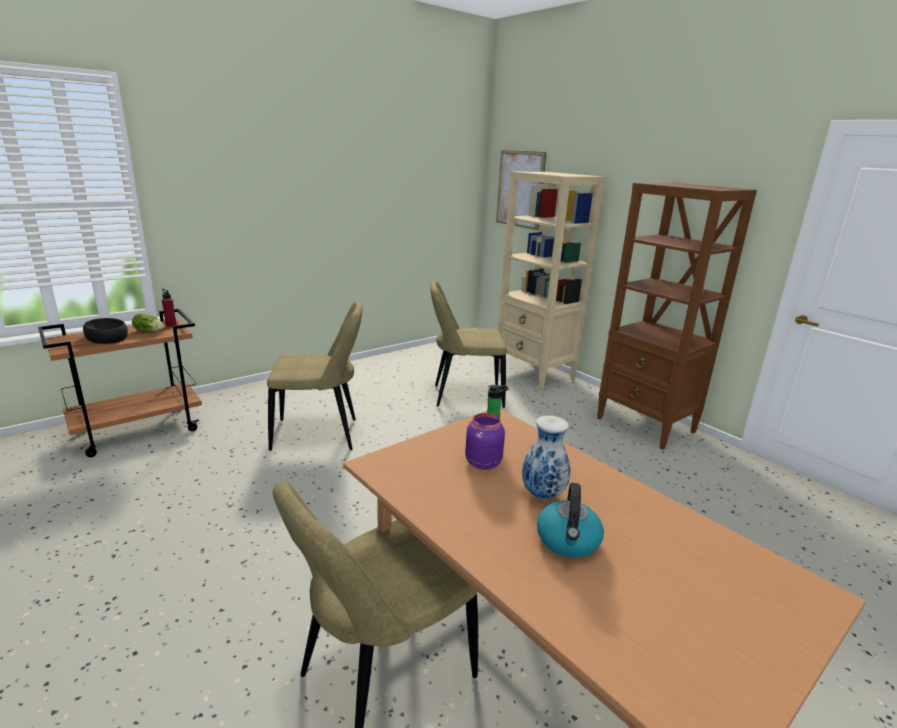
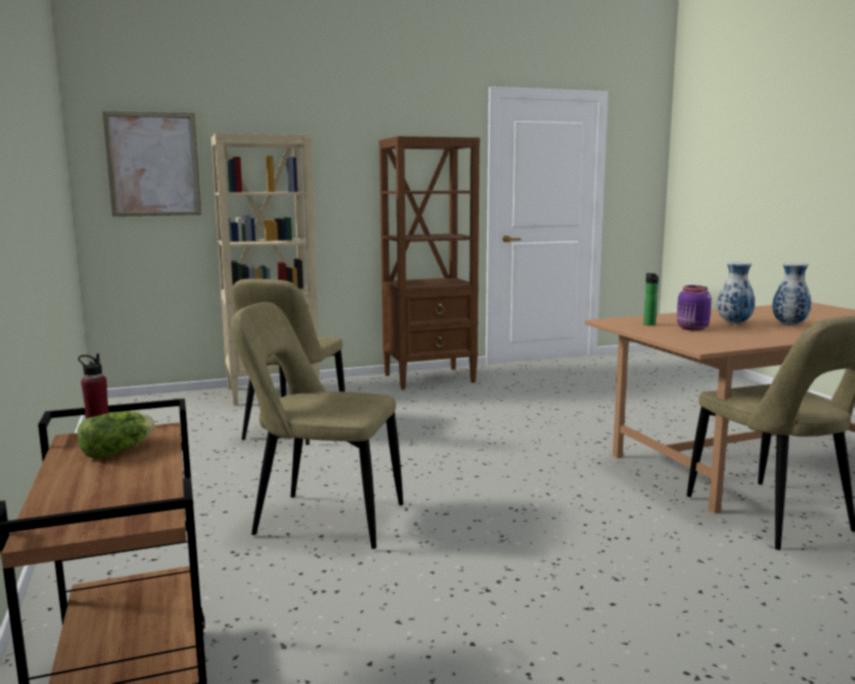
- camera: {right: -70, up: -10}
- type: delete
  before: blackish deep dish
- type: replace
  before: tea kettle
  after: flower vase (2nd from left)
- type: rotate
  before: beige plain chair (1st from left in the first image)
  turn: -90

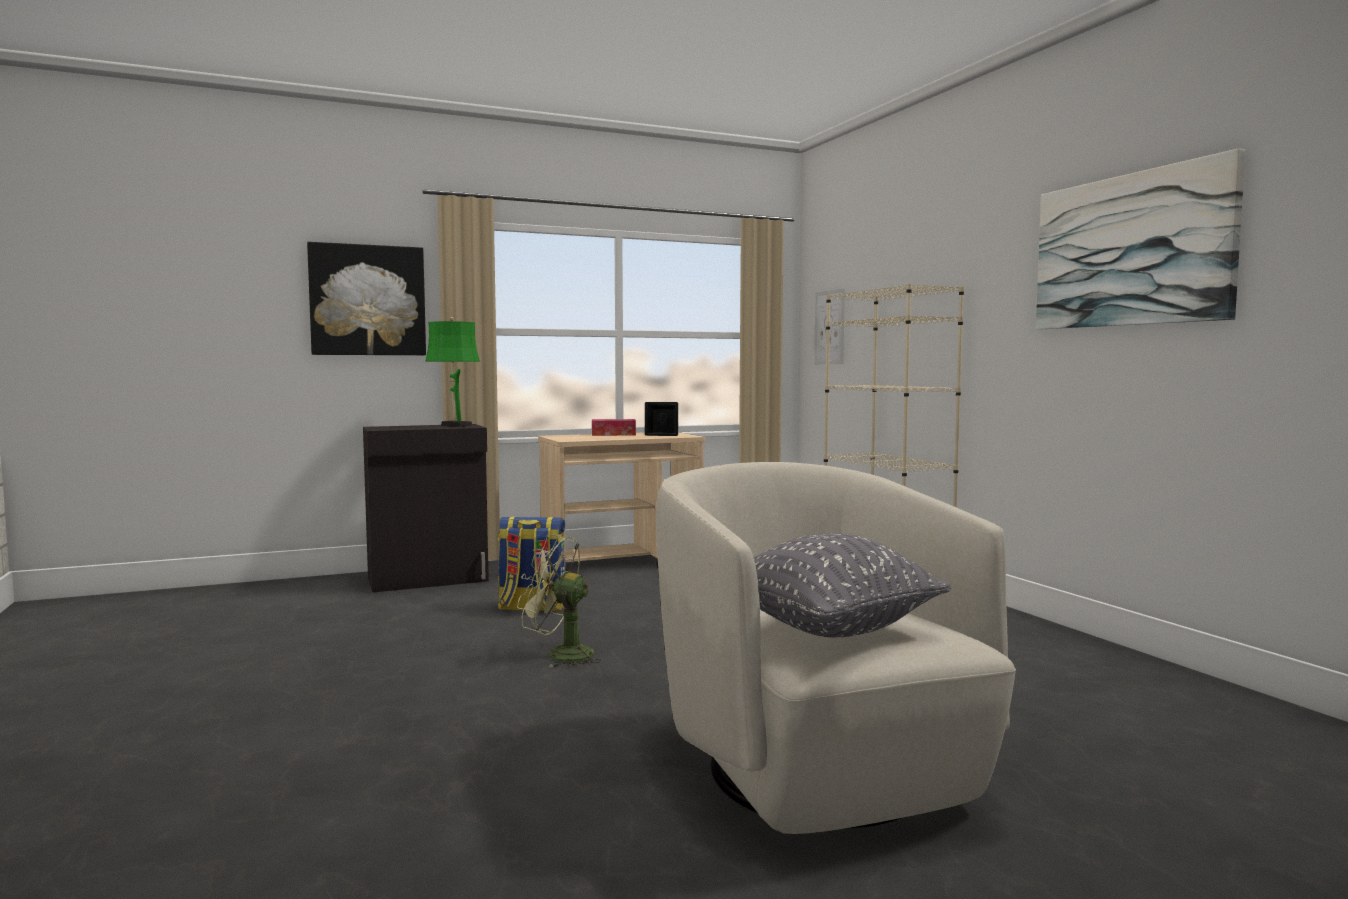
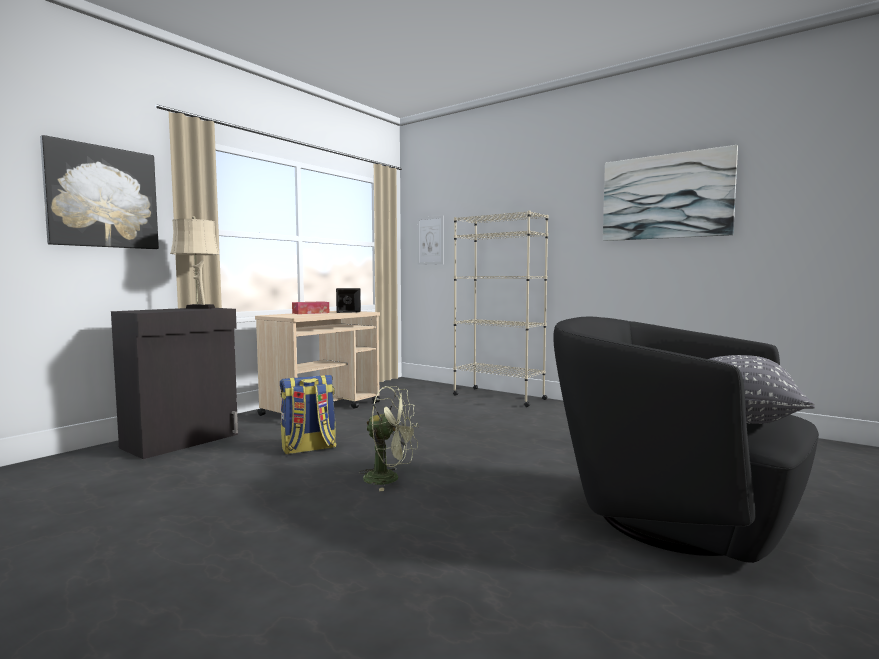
- camera: {right: -30, up: 0}
- type: recolor
  before: green lamp for a table
  after: beige lamp for a table
- type: recolor
  before: beige armchair
  after: blackish armchair
- type: rotate
  before: green electric fan
  turn: -150

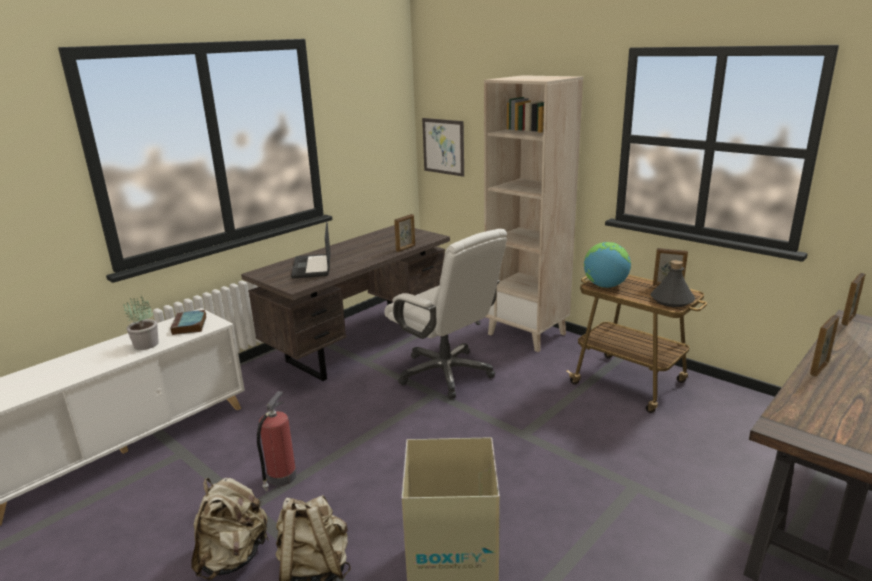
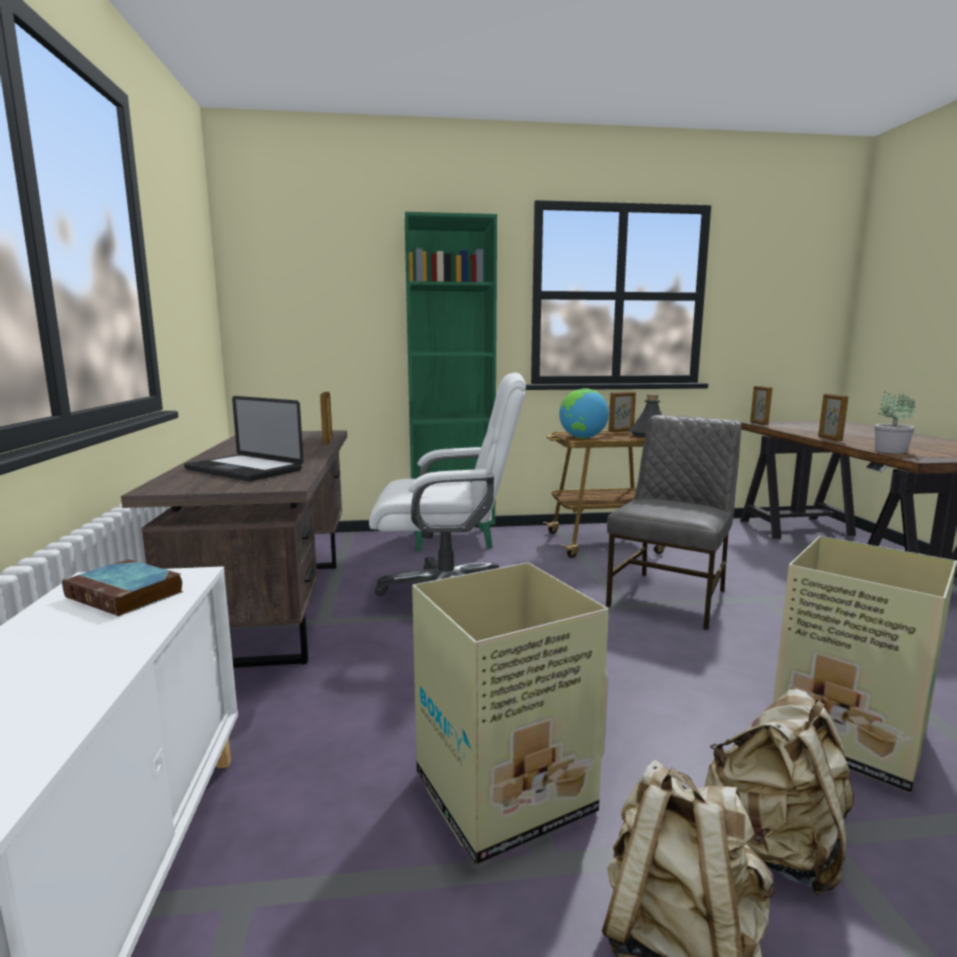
- camera: {right: -50, up: -10}
- type: delete
  before: picture
- type: insert
  after: grey plain chair
- type: move
  before: plant in a pot
- type: replace
  before: fire-fighting cylinder
  after: packing box (1st from left)
- type: recolor
  before: beige shelving unit
  after: green shelving unit

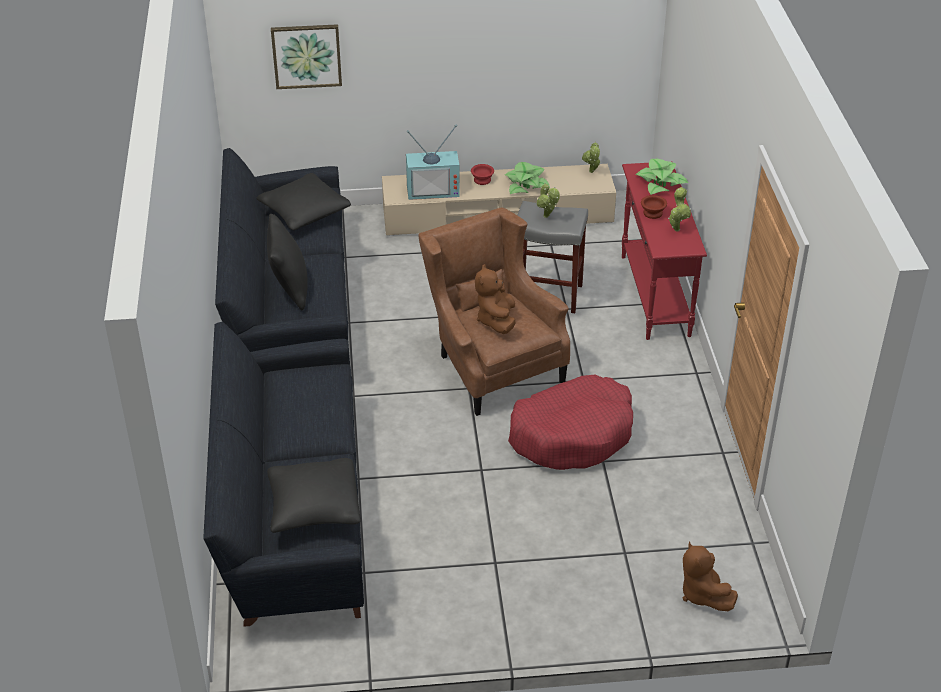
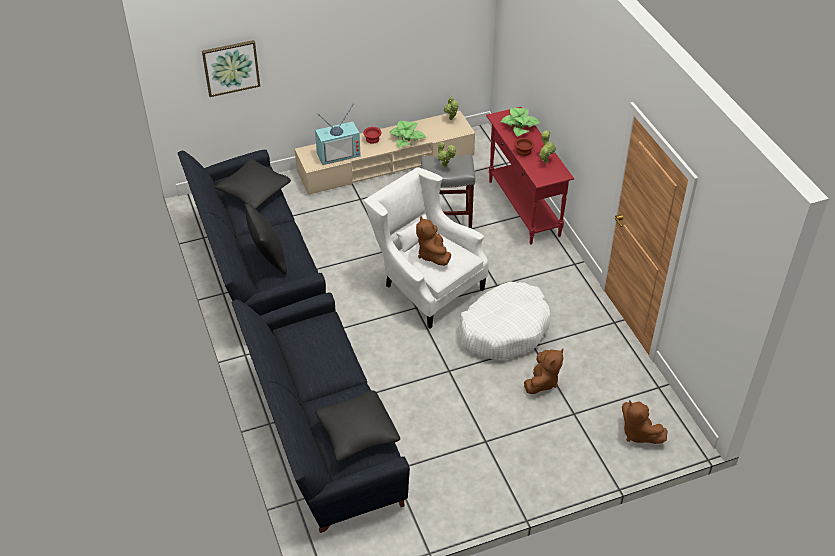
- camera: {right: -15, up: 5}
- type: insert
  after: brownish soft toy (2nd from left)
- type: recolor
  before: brownish armchair
  after: white armchair
- type: recolor
  before: red-coloured pet bed
  after: white pet bed

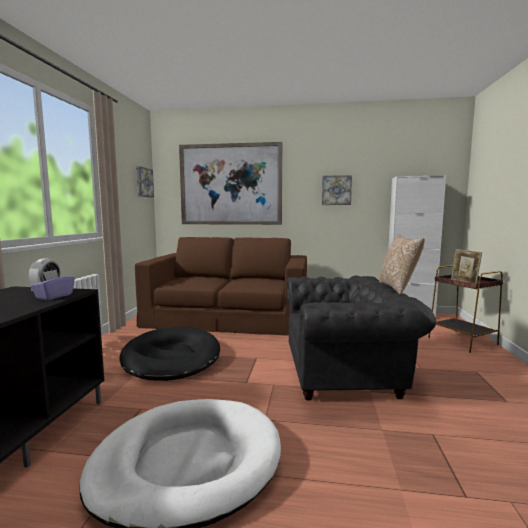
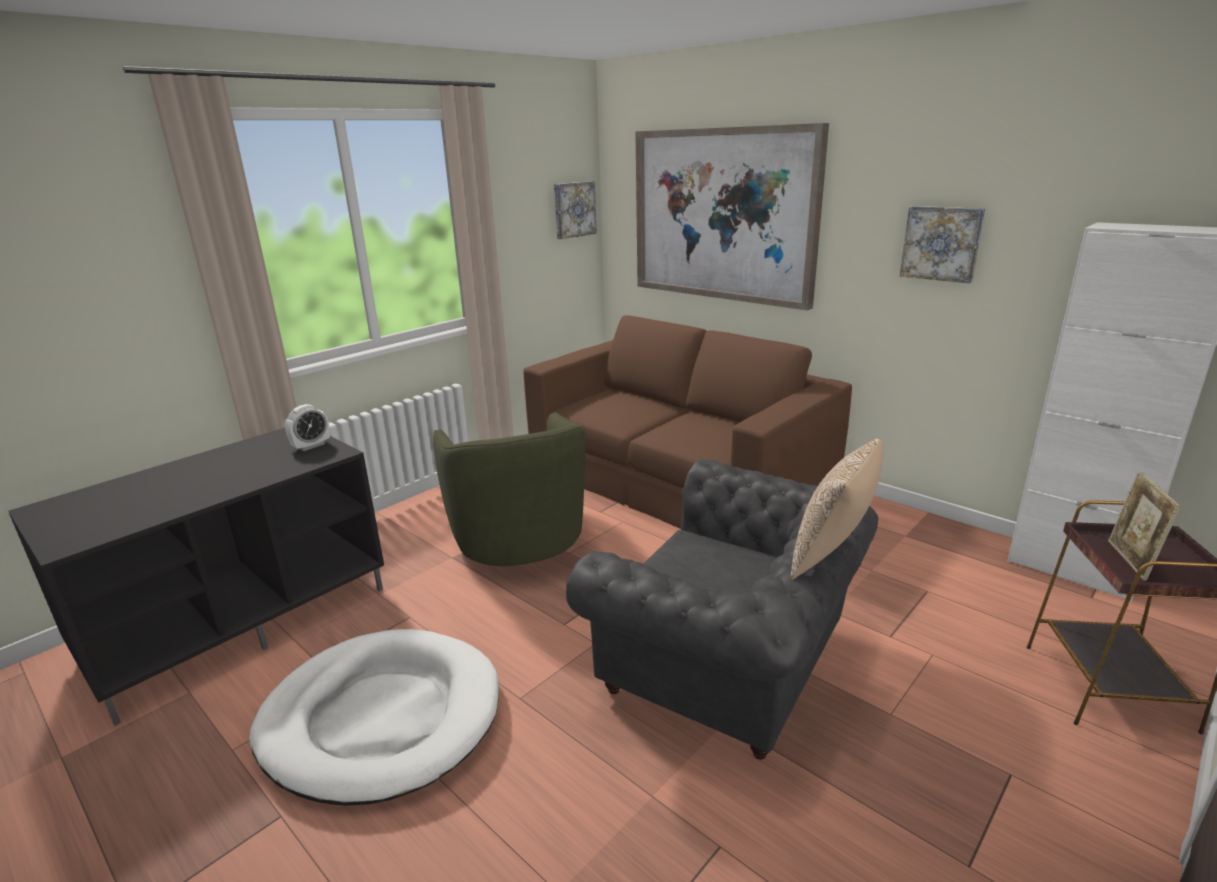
- camera: {right: 35, up: 15}
- type: delete
  before: purple-coloured tissue holder
- type: replace
  before: blackish pet bed
  after: green armchair

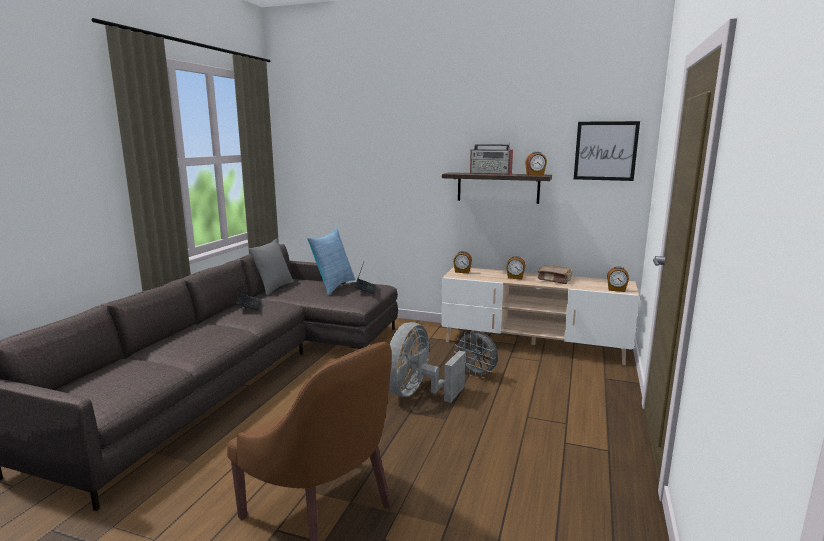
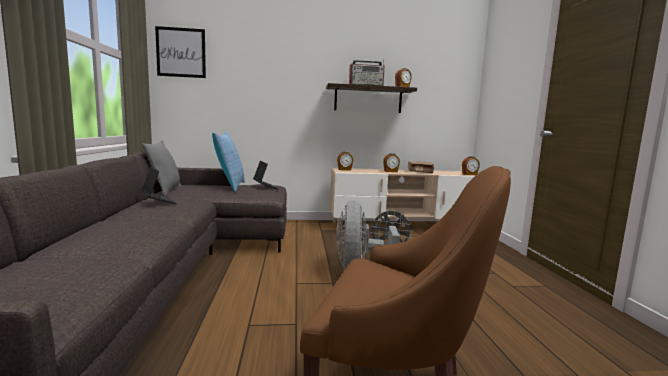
- camera: {right: -25, up: -5}
- type: move
  before: picture

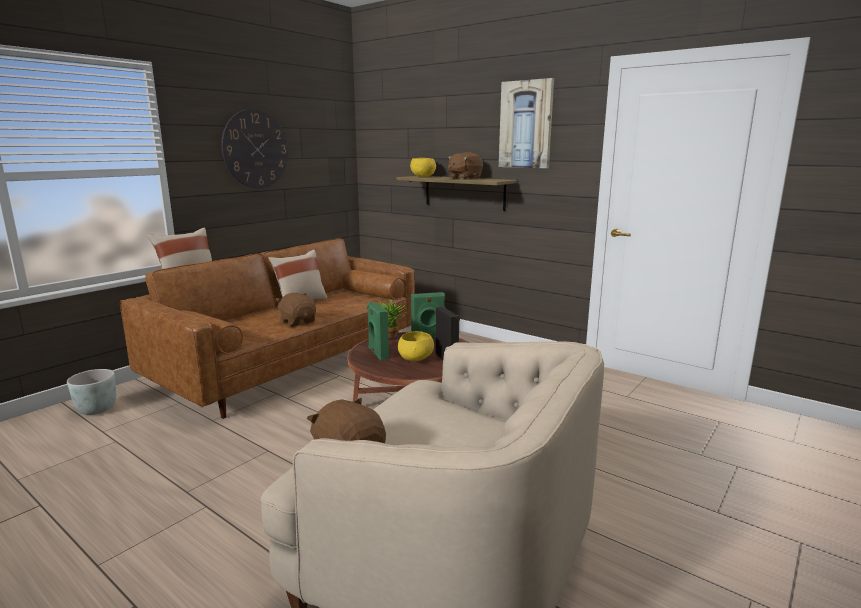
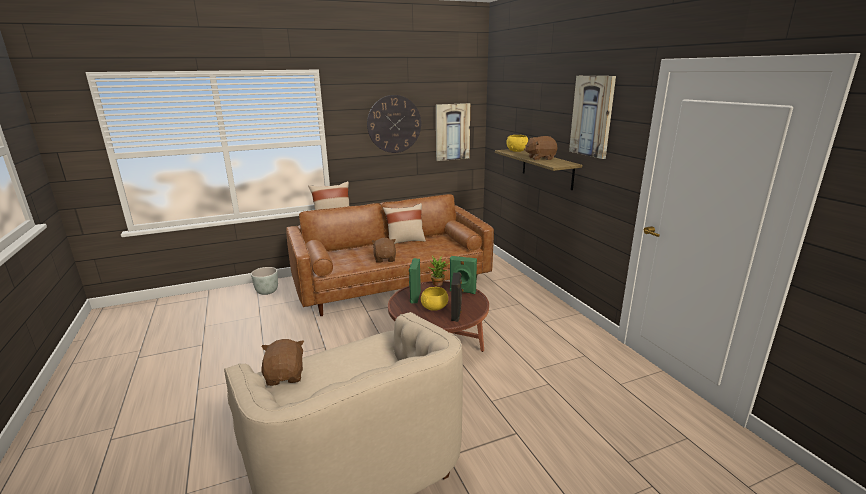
- camera: {right: 30, up: 5}
- type: insert
  after: picture (1st from left)

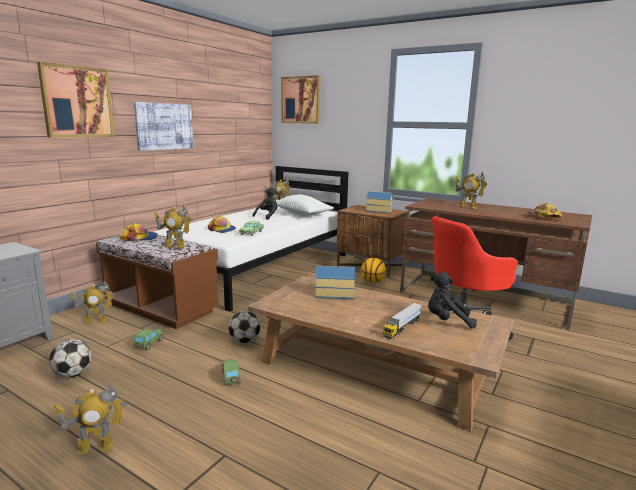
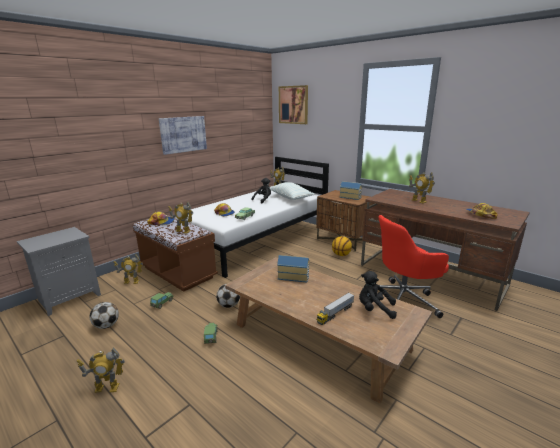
- camera: {right: 10, up: 5}
- type: delete
  before: picture (1st from left)

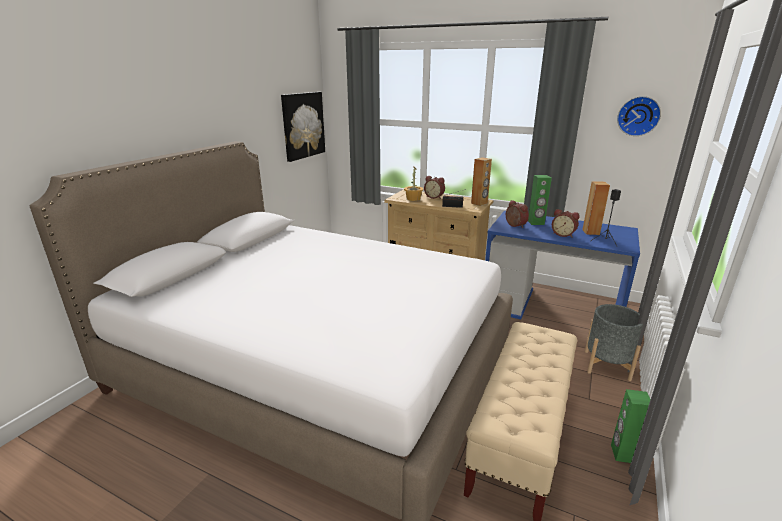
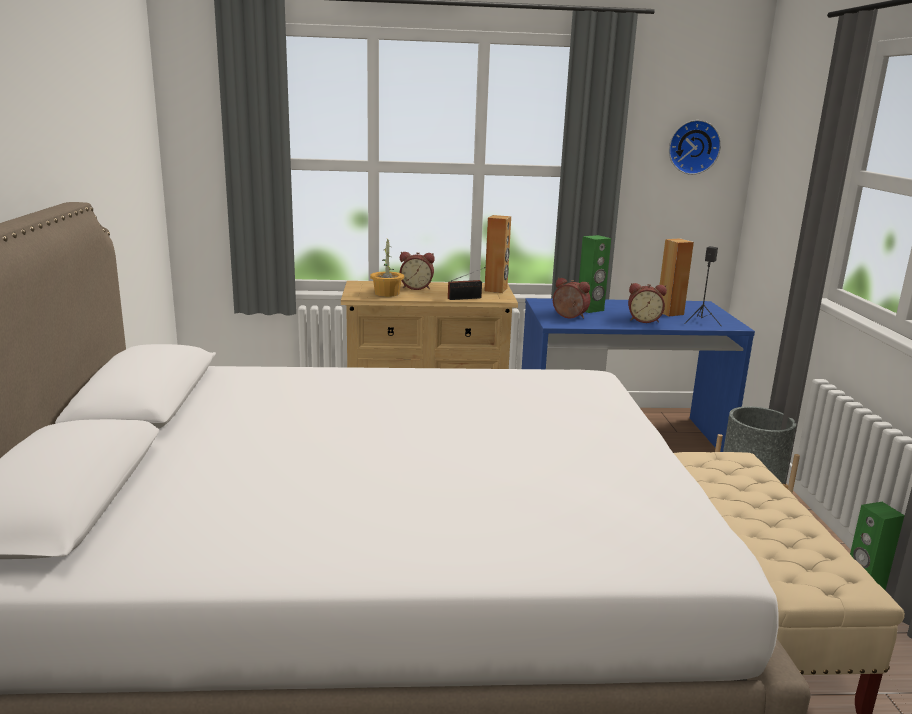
- camera: {right: -30, up: -5}
- type: delete
  before: picture

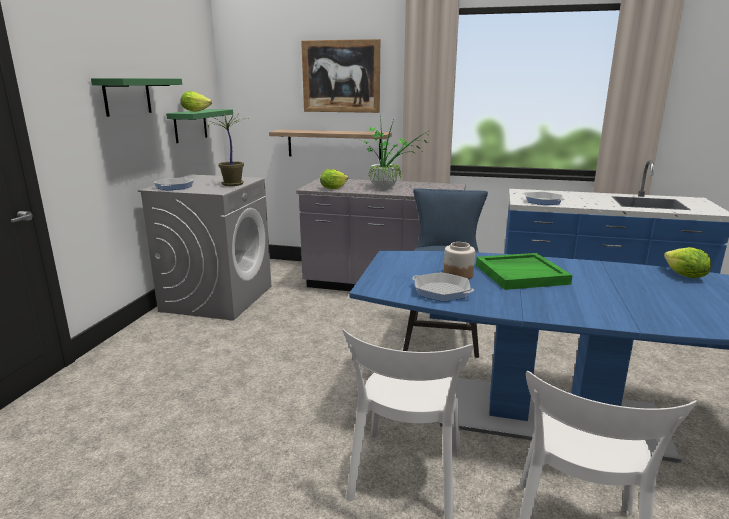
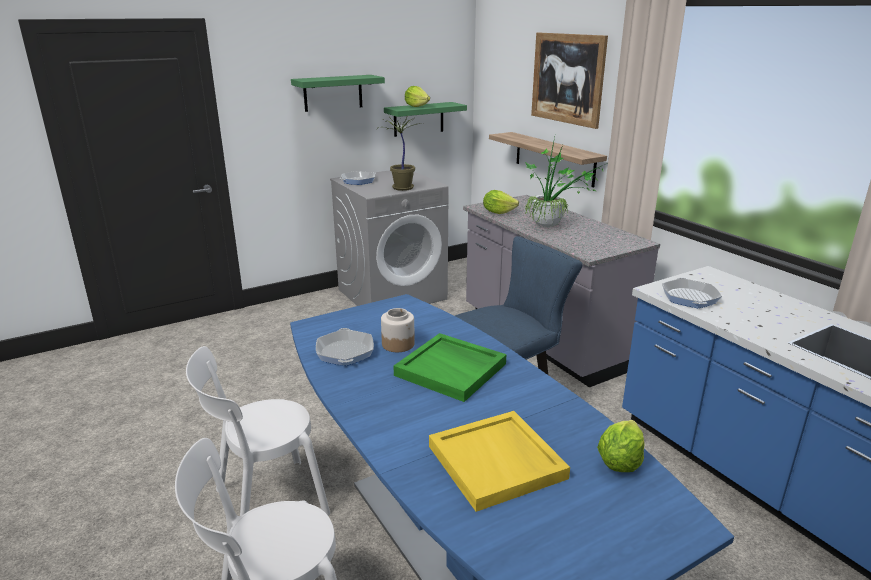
- camera: {right: 45, up: 5}
- type: insert
  after: yellow carrying tray

